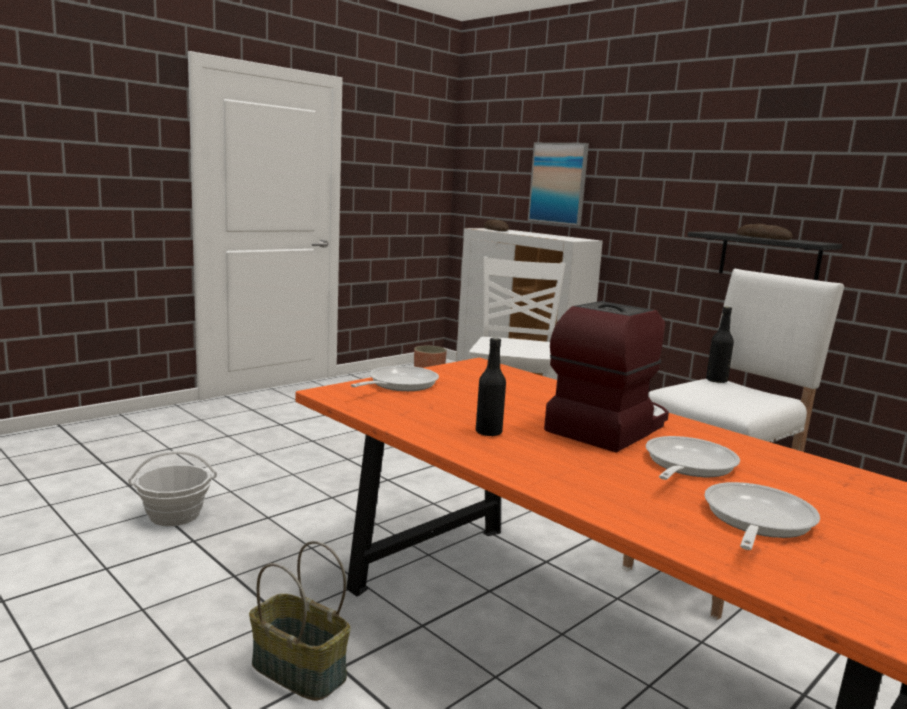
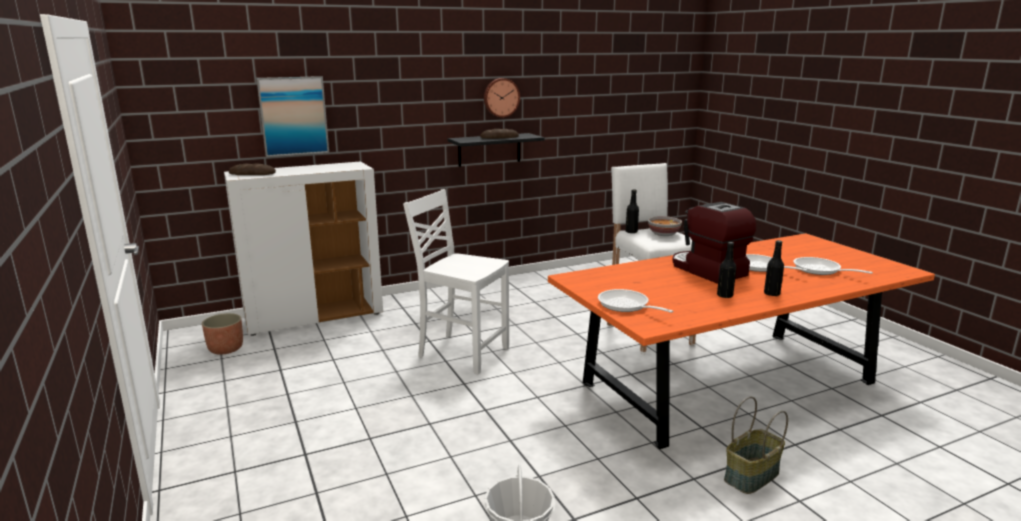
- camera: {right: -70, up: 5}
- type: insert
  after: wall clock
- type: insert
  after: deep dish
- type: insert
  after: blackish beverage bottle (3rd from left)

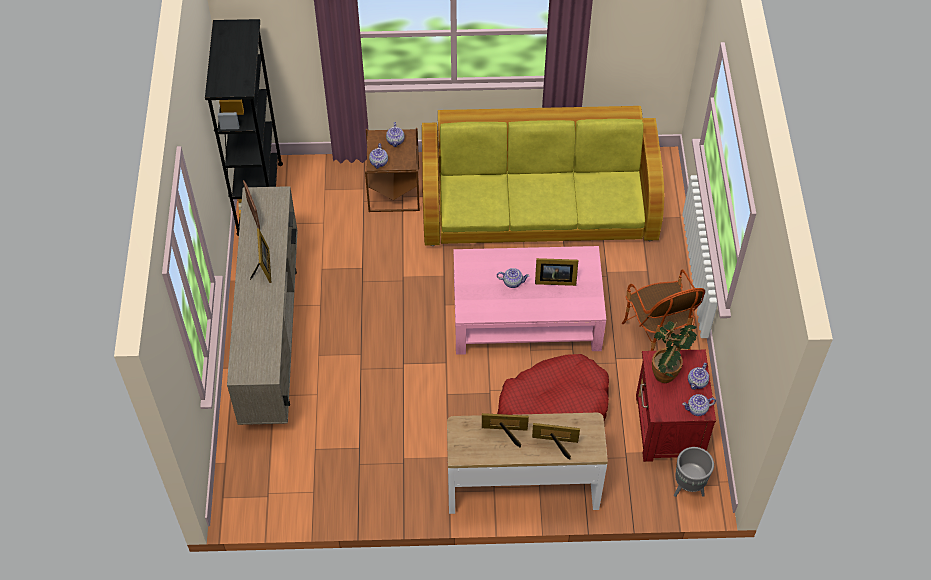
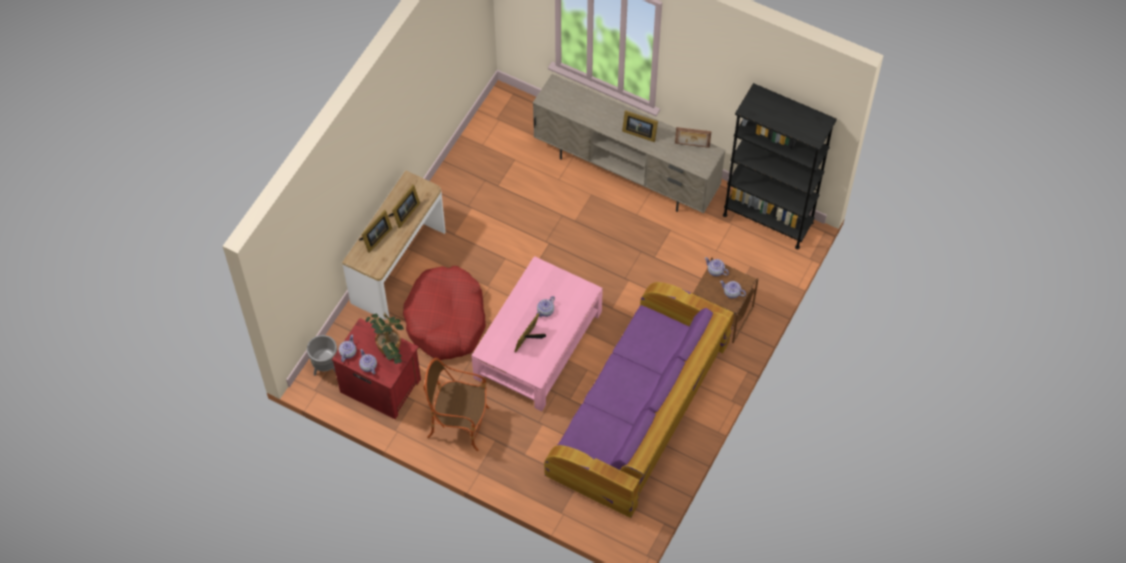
- camera: {right: 120, up: 5}
- type: recolor
  before: green sofa
  after: purple-coloured sofa

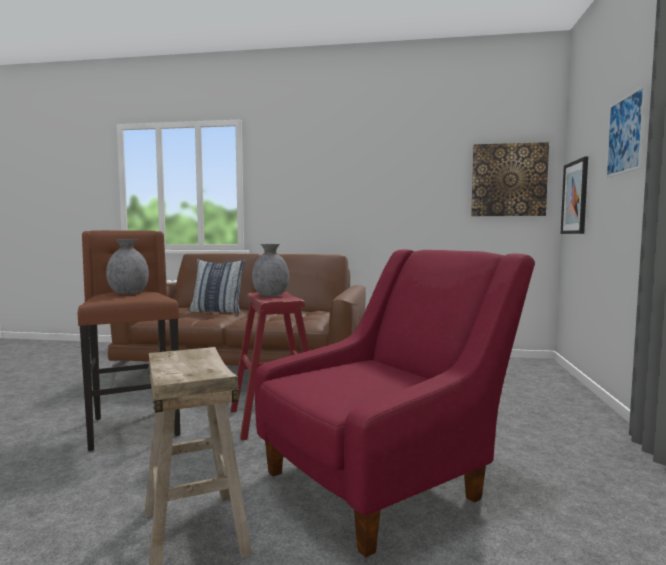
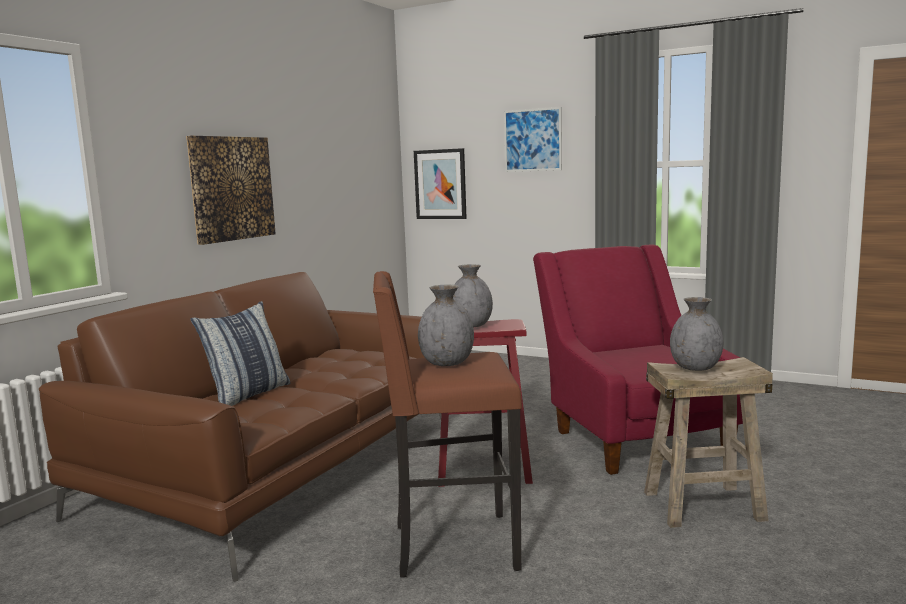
- camera: {right: -70, up: 5}
- type: insert
  after: grey flower vase (3rd from left)
- type: move
  before: picture (1st from left)

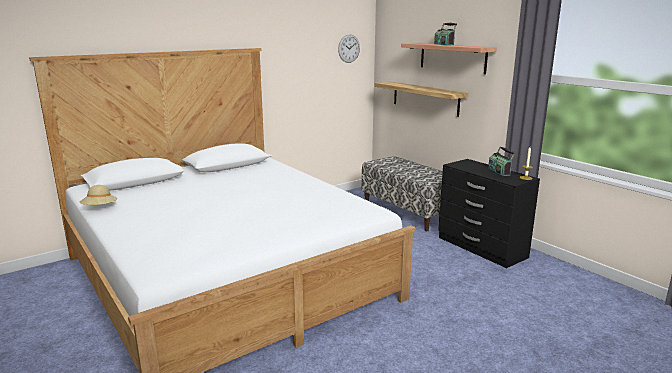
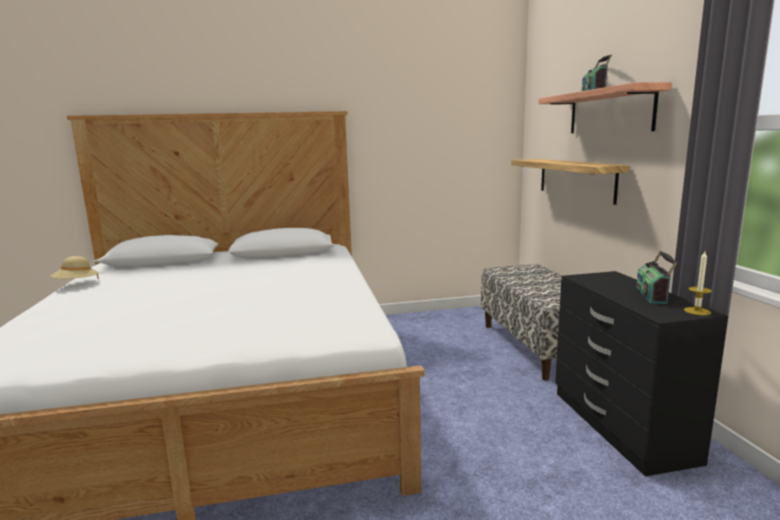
- camera: {right: 25, up: -5}
- type: delete
  before: wall clock

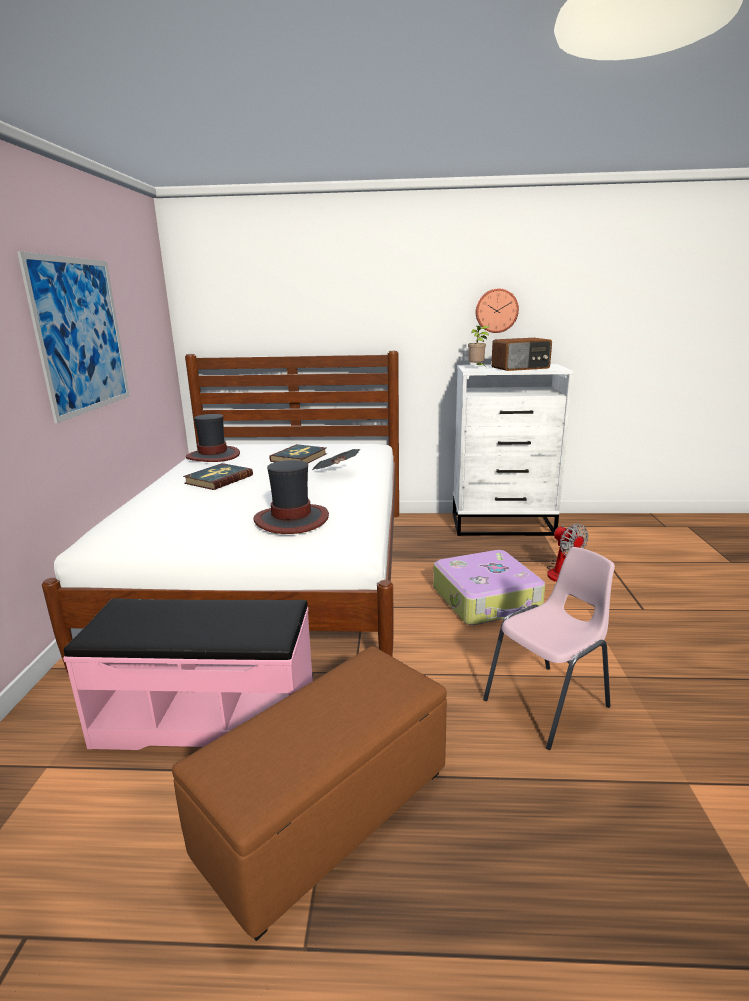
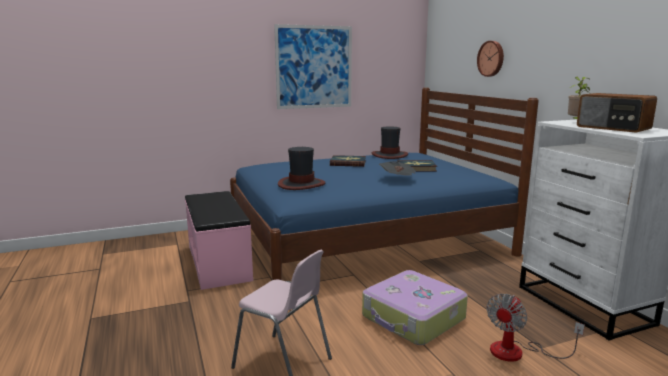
- camera: {right: 65, up: -5}
- type: delete
  before: brownish pouffe
- type: move
  before: wall clock
- type: recolor
  before: white bedroom bed
  after: blue bedroom bed

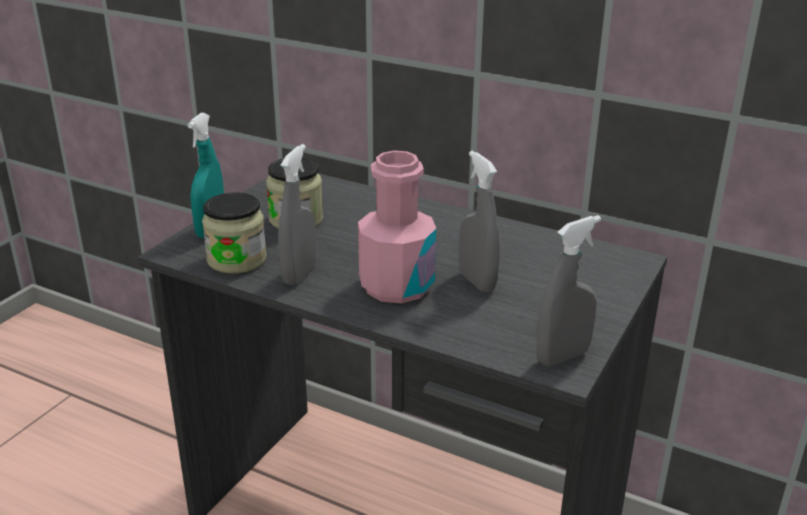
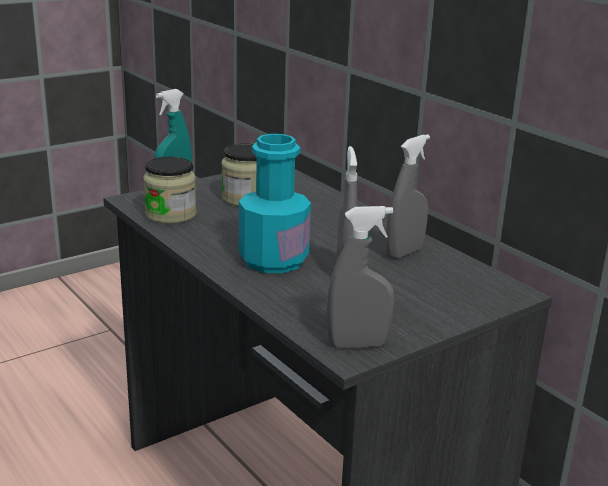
- camera: {right: 25, up: -5}
- type: move
  before: grey spray bottle (1st from left in the first image)
  after: grey spray bottle (3rd from left)
- type: recolor
  before: pink-coloured beverage bottle
  after: turquoise-coloured beverage bottle

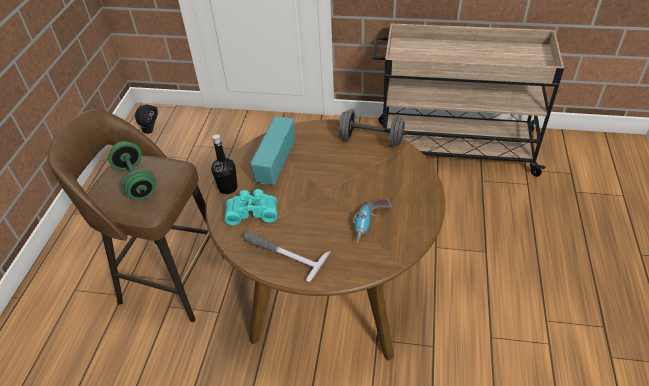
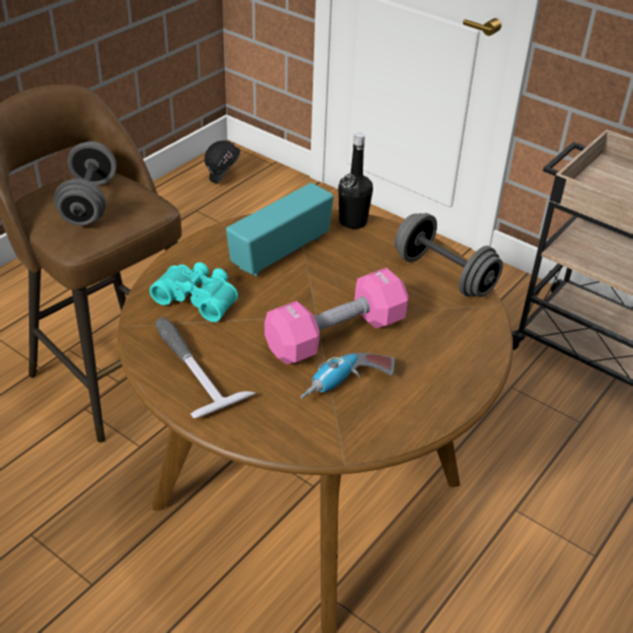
- camera: {right: 25, up: -5}
- type: insert
  after: pink-coloured hand weight
- type: move
  before: blackish beverage bottle
- type: recolor
  before: green hand weight
  after: grey hand weight (1st from left)

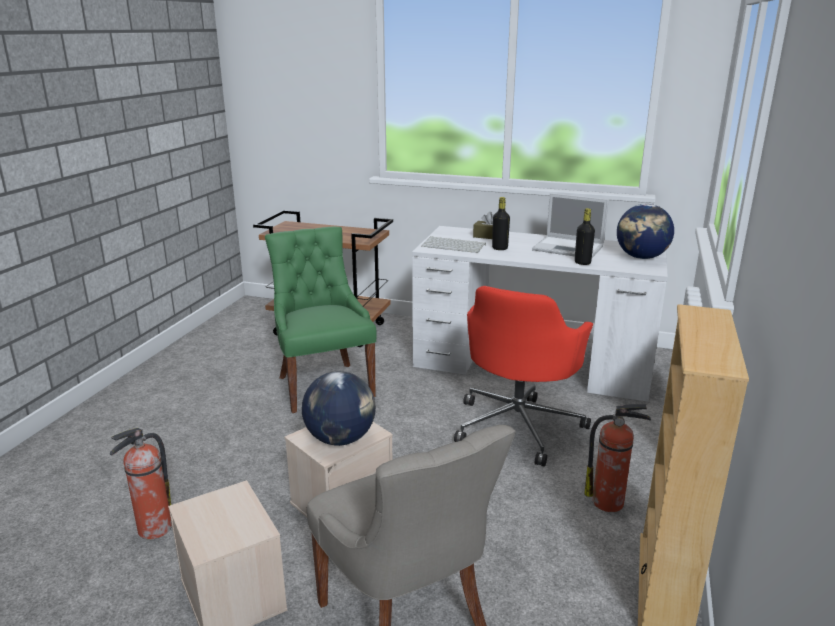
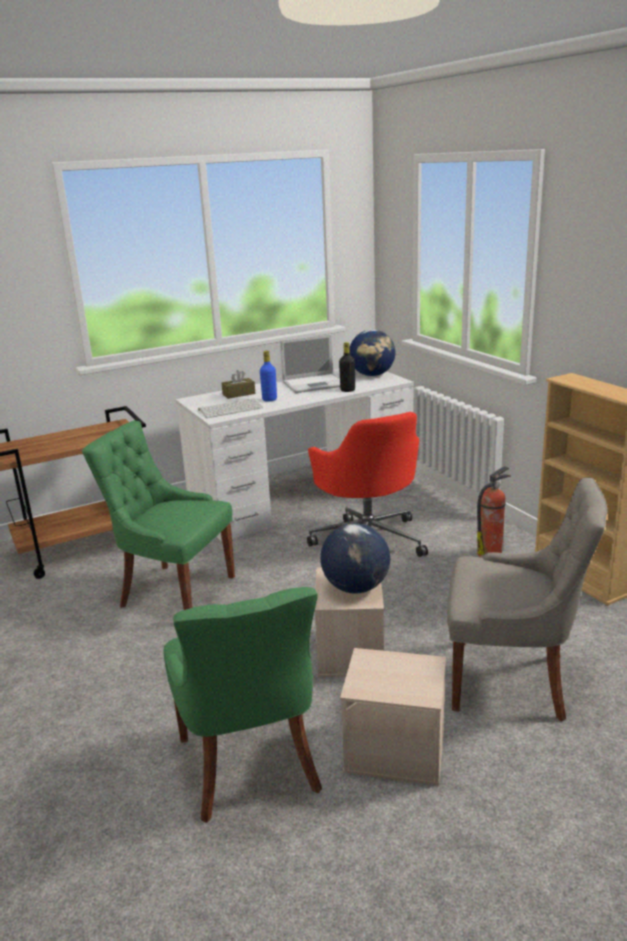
- camera: {right: -45, up: 0}
- type: replace
  before: fire-fighting cylinder (1st from left)
  after: green plain chair (2nd from left)
- type: recolor
  before: blackish beverage bottle (1st from left)
  after: blue beverage bottle

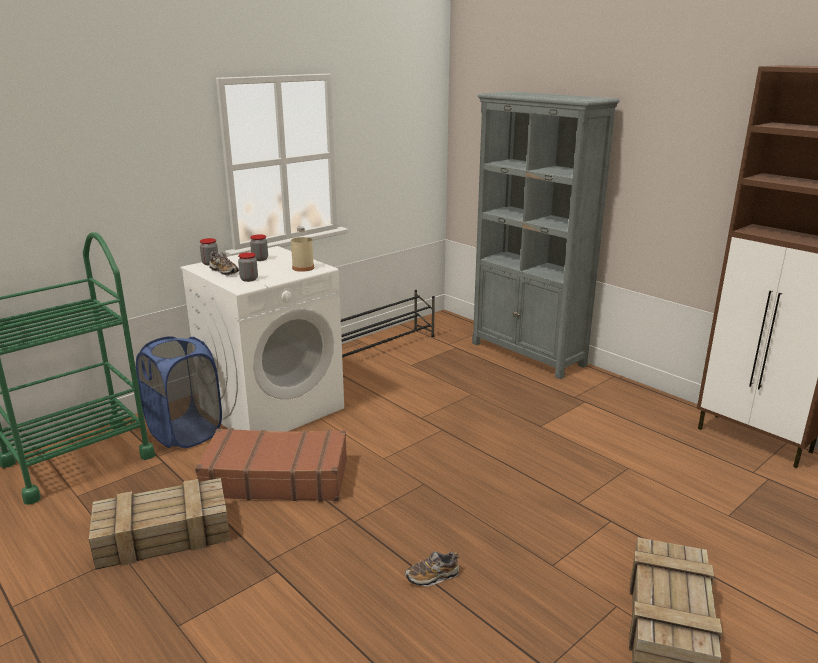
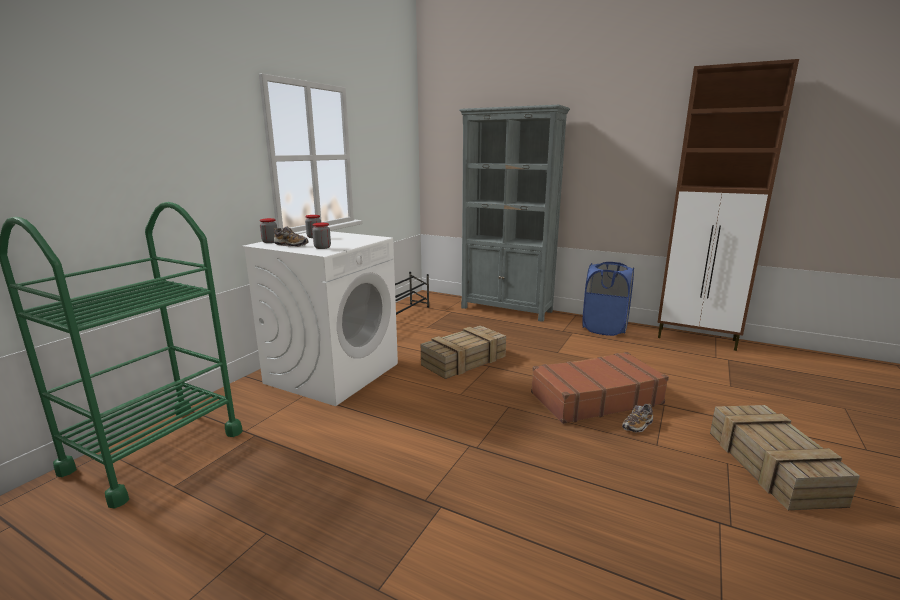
- camera: {right: -20, up: -5}
- type: delete
  before: beige beverage bottle
- type: move
  before: shipping crate (1st from left)
- type: move
  before: blue laundry basket
- type: move
  before: brownish piece of luggage
- type: move
  before: shoe (2nd from left)

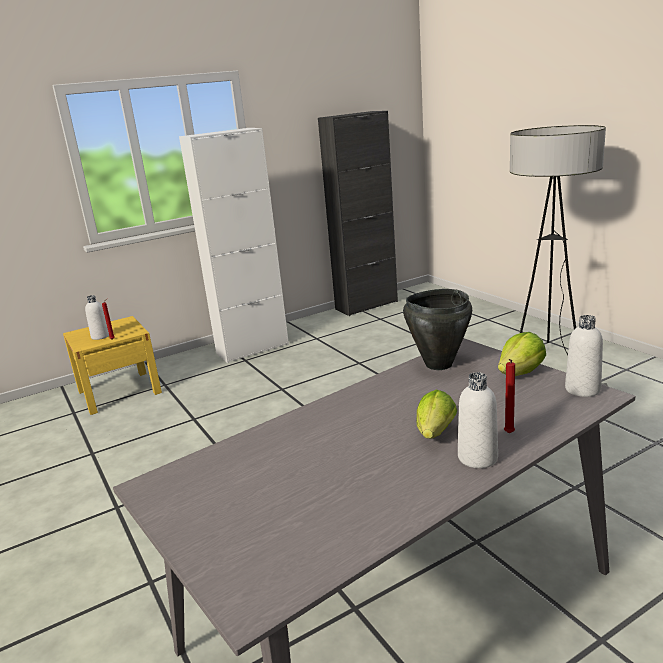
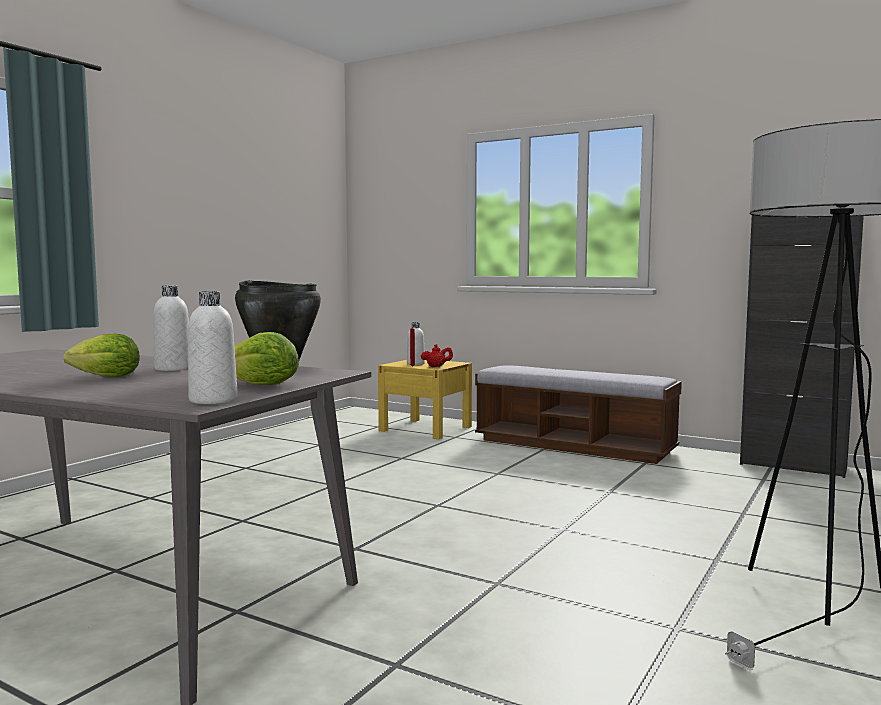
- camera: {right: 60, up: -15}
- type: delete
  before: red-coloured candle (2nd from left)
- type: insert
  after: red-coloured teapot
- type: move
  before: white beverage bottle (2nd from left in the first image)
  after: white beverage bottle (1st from left)
- type: replace
  before: white cabinet
  after: bench

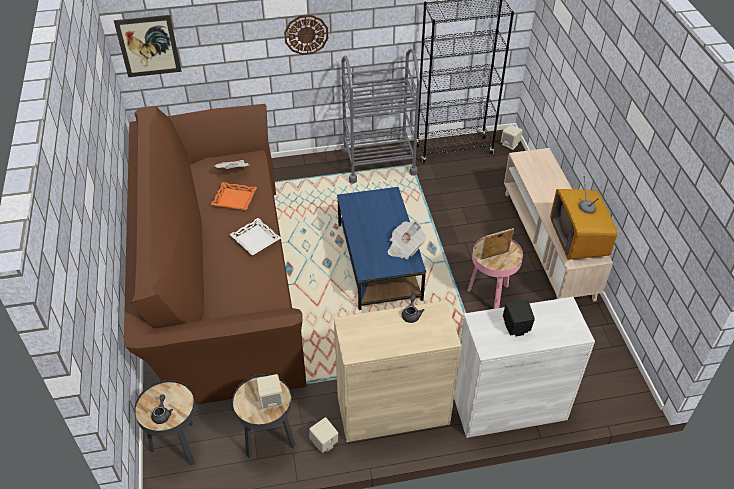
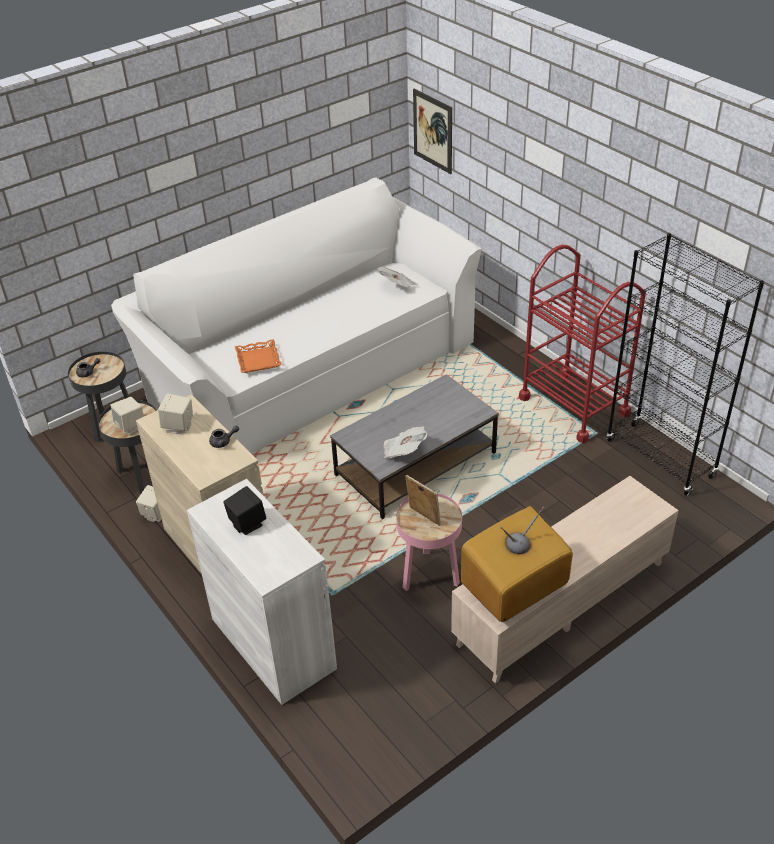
- camera: {right: 65, up: -5}
- type: delete
  before: white carrying tray
- type: delete
  before: wall clock
- type: move
  before: orangey carrying tray
- type: move
  before: beige loudspeaker (3rd from left)
- type: recolor
  before: brownish sofa
  after: white sofa
- type: recolor
  before: blue coffee table
  after: grey coffee table
- type: recolor
  before: grey wheeled cart
  after: red-coloured wheeled cart

